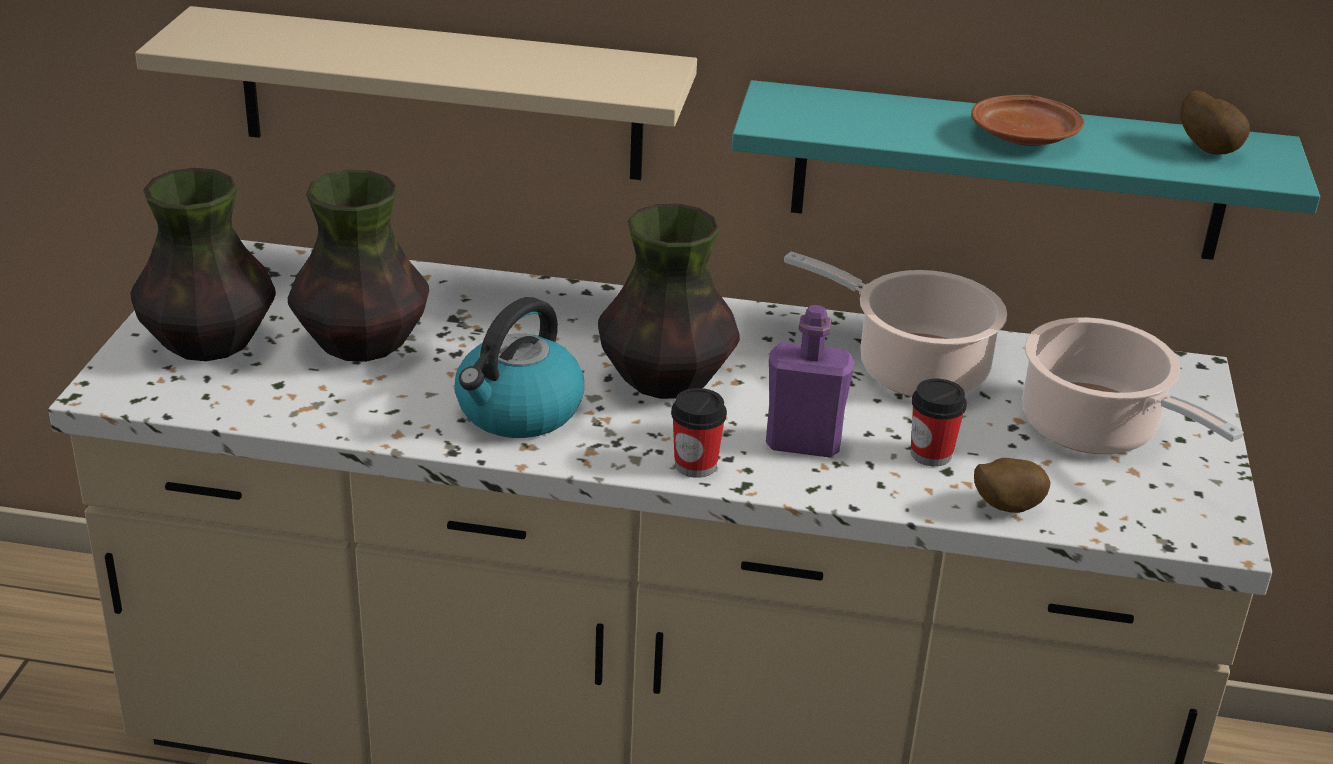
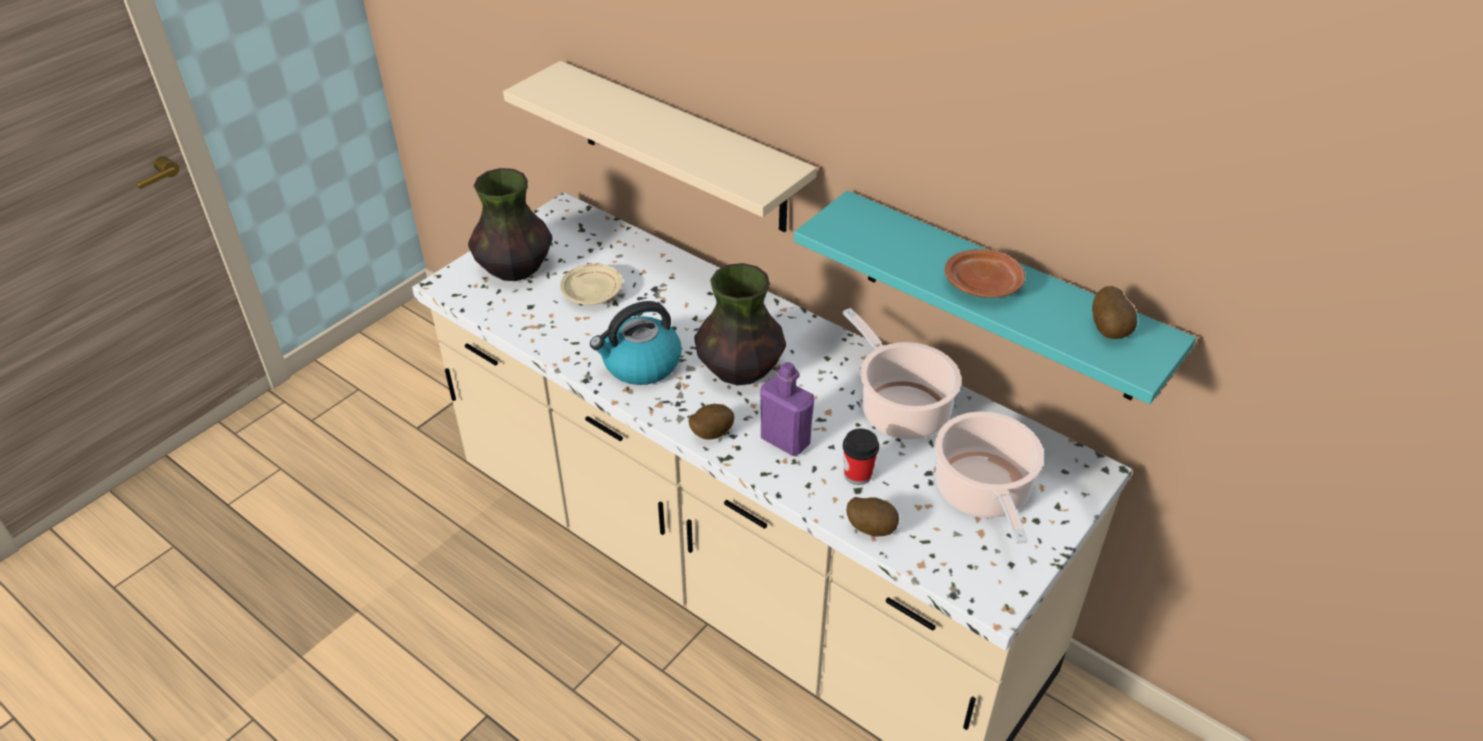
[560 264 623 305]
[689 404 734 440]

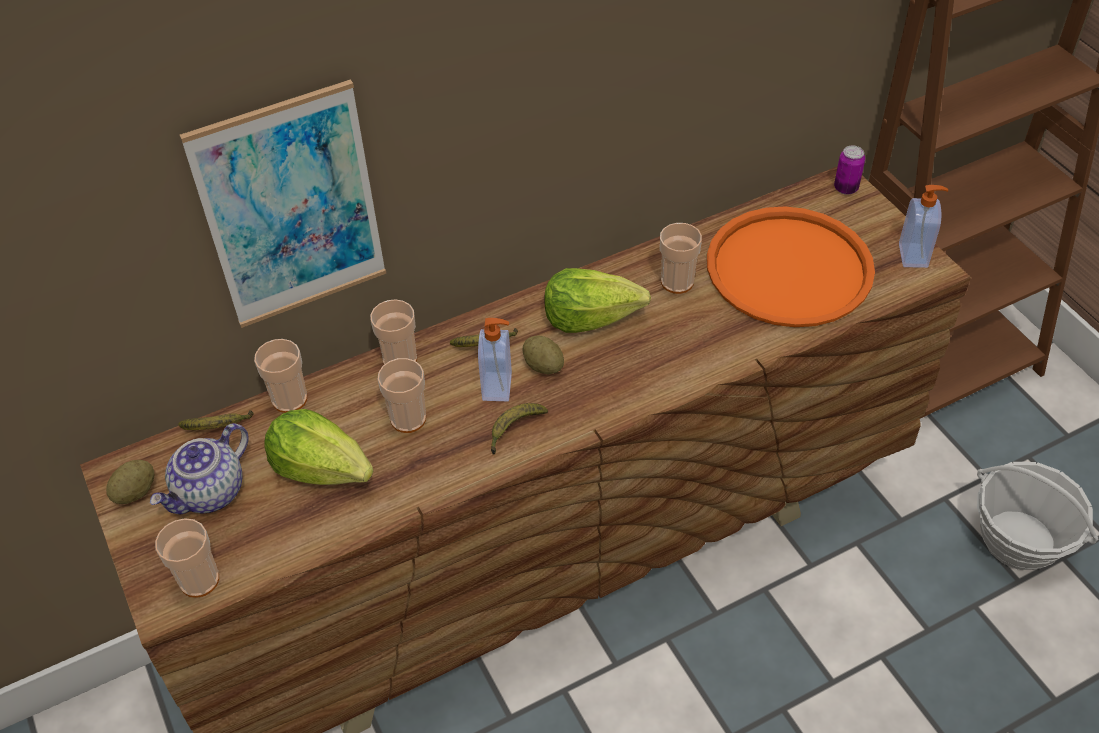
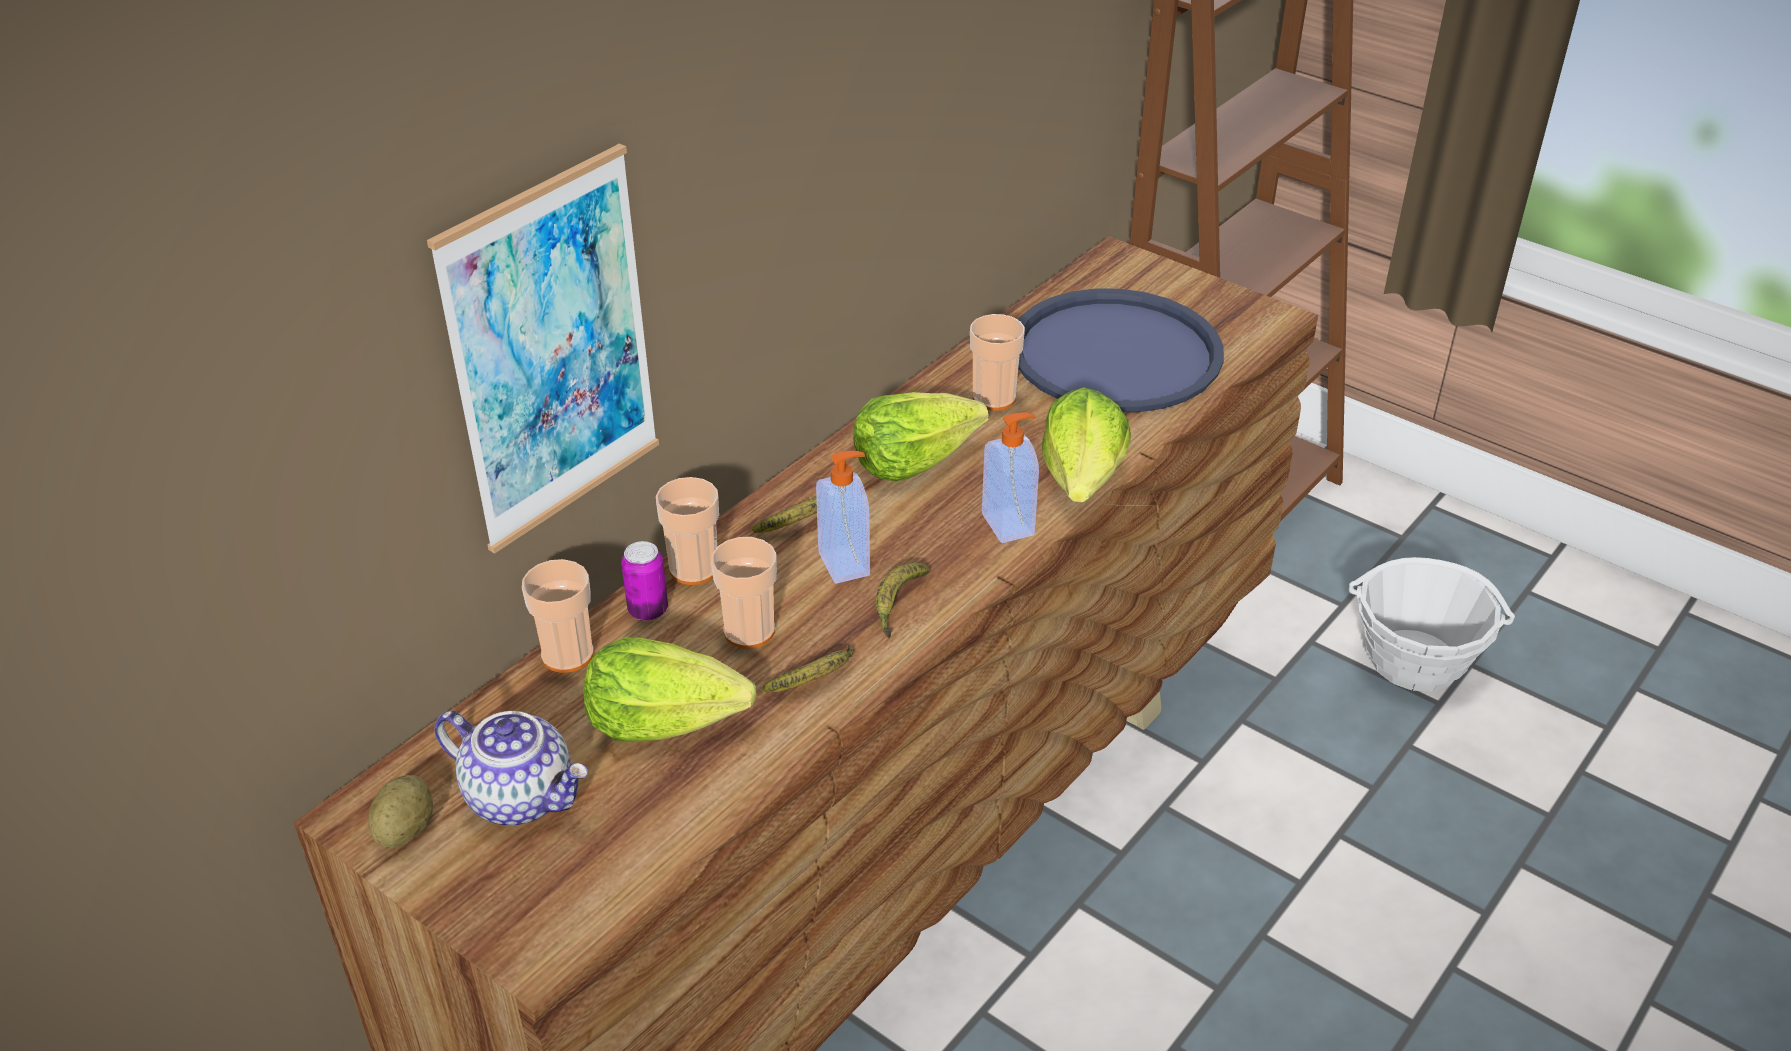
[155 518 219 598] (first image)
[522 336 564 375] (first image)
[1042 387 1131 502]
[763 645 854 692]
[621 541 668 621]
[982 412 1039 543]
[1018 288 1224 412]
[434 711 588 825]

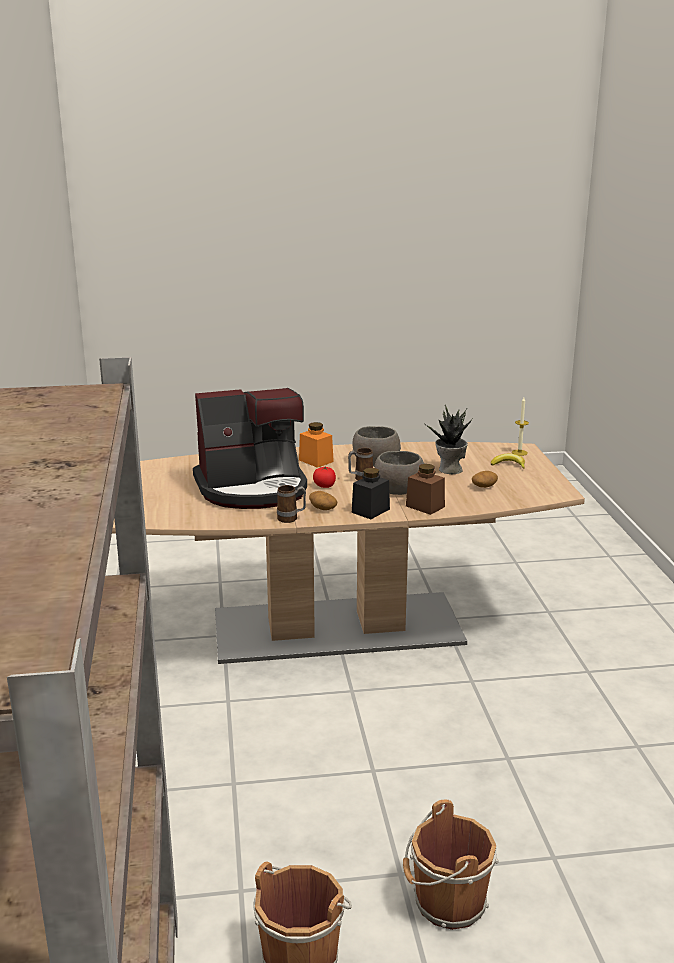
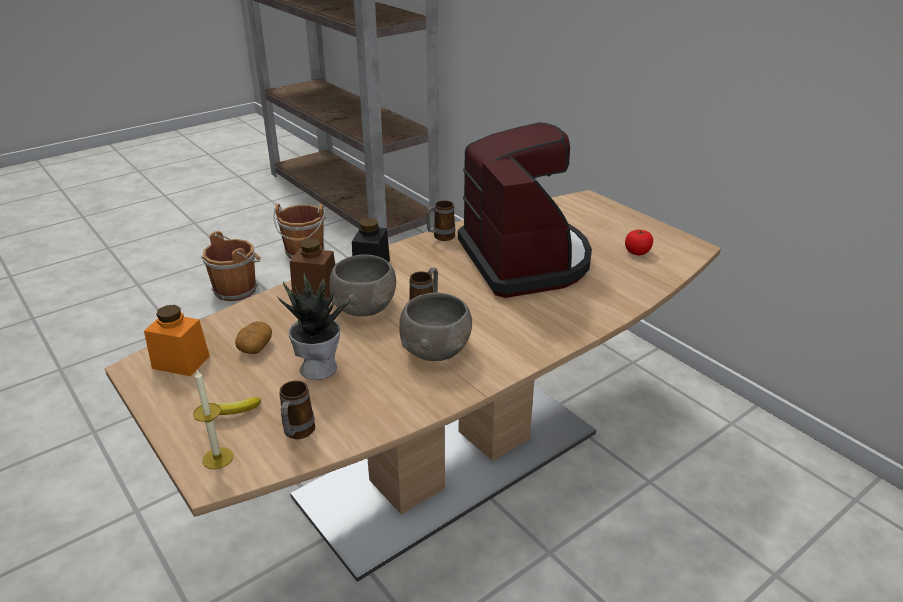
[309 491 337 510] (first image)
[279 381 315 439]
[144 305 210 376]
[625 229 653 255]
[458 122 592 298]

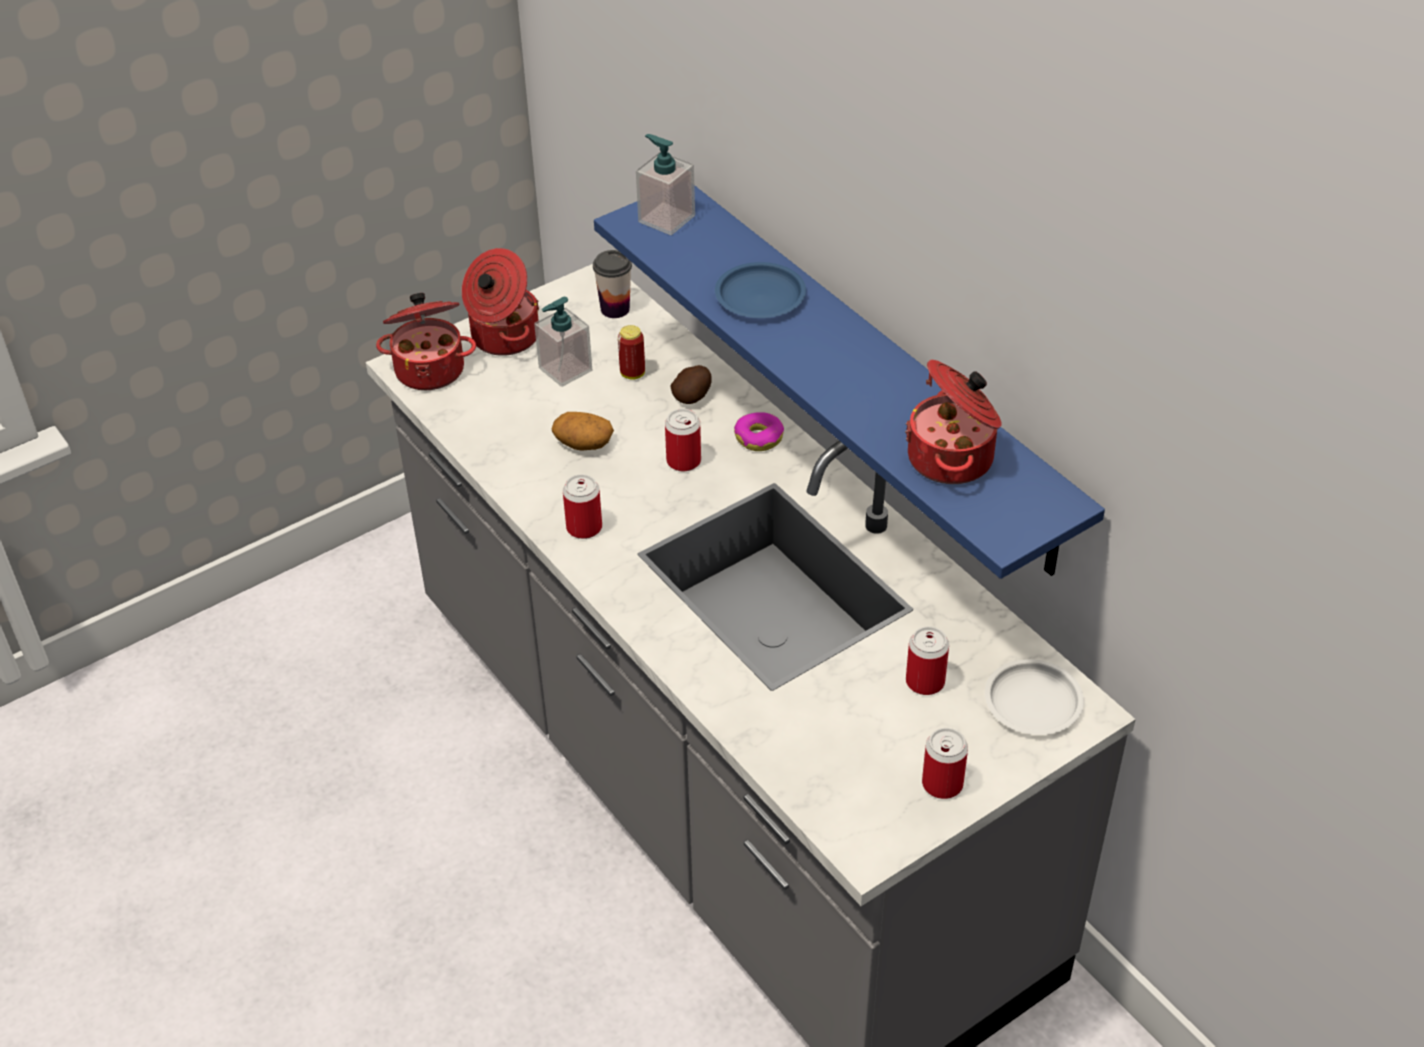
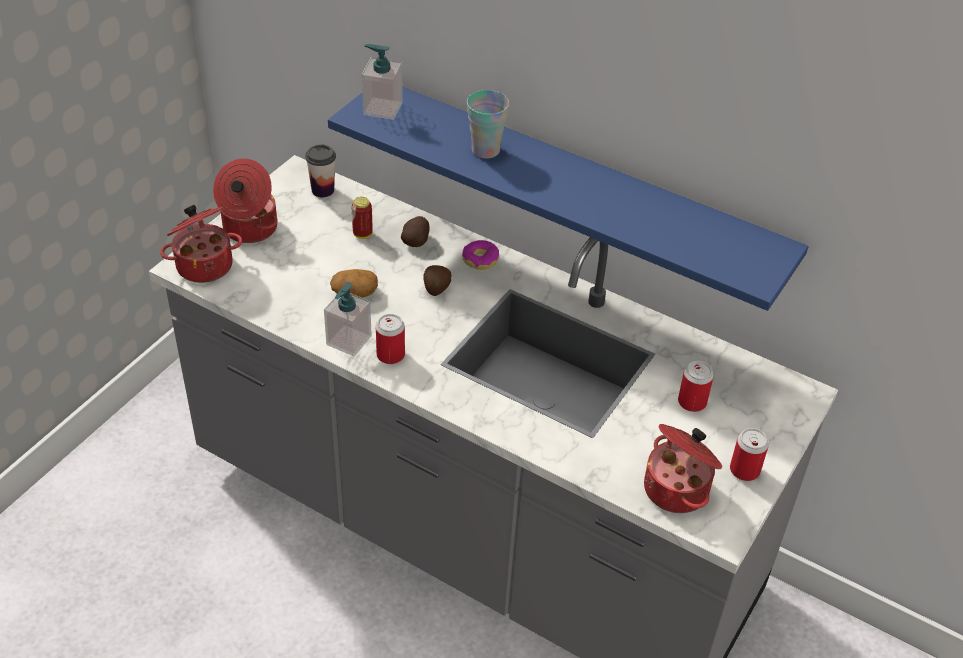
[985 659 1084 735] (first image)
[324 282 372 356]
[644 424 722 513]
[423 265 451 296]
[467 90 509 159]

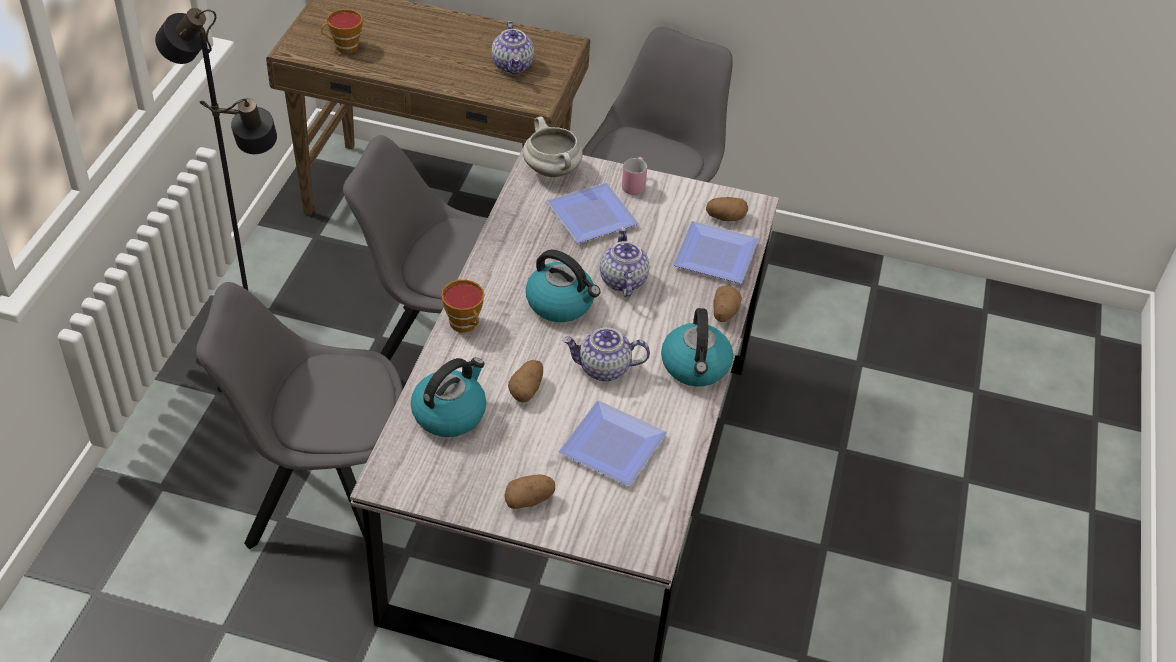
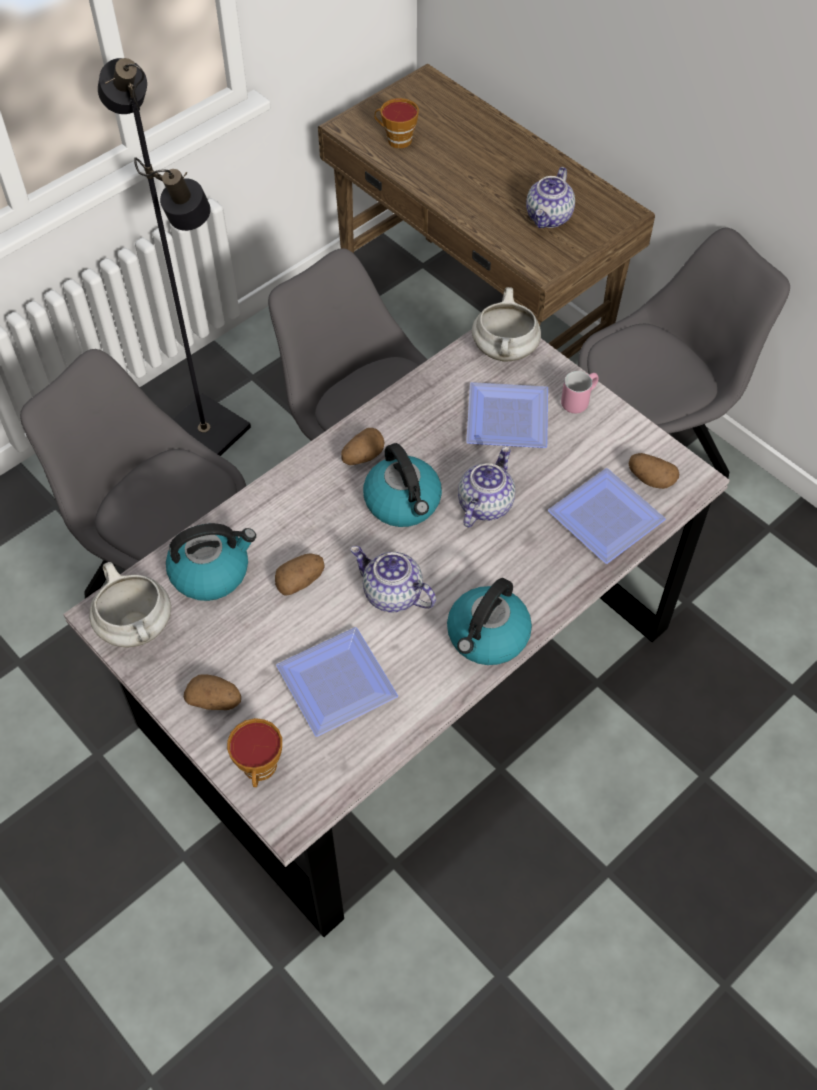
[89 562 171 647]
[227 718 282 787]
[341 428 384 465]

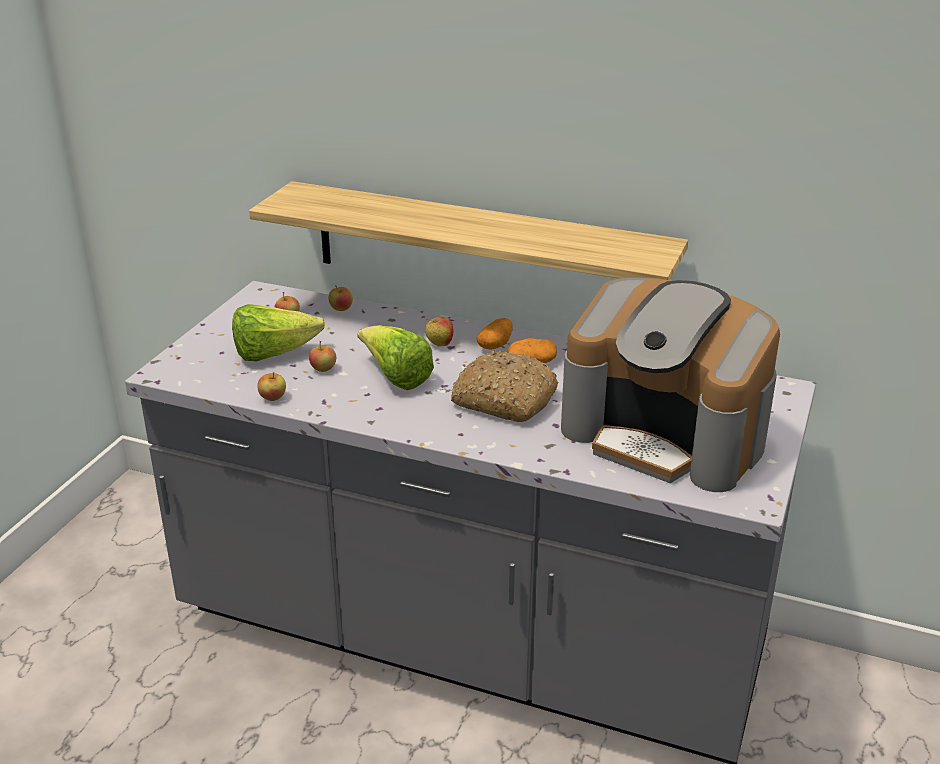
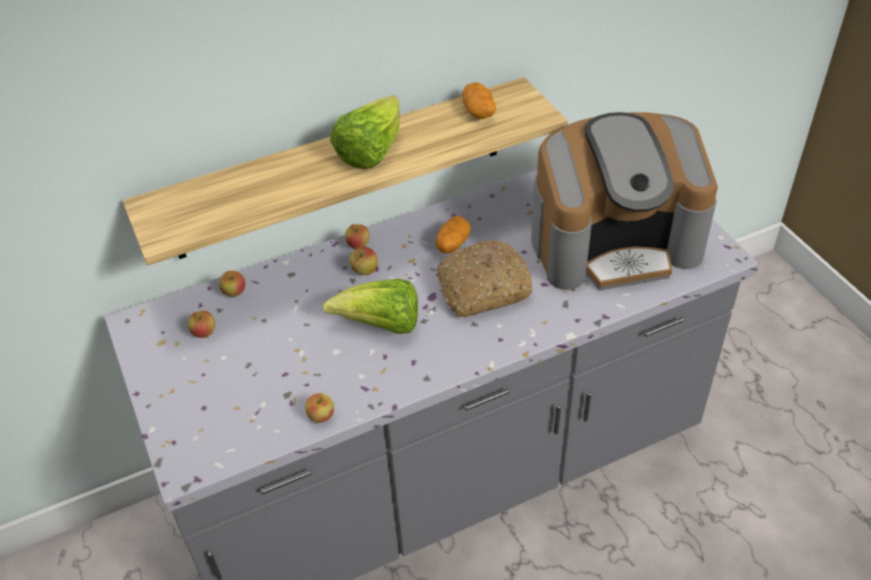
[330 95 400 169]
[345 224 370 249]
[462 83 496 119]

